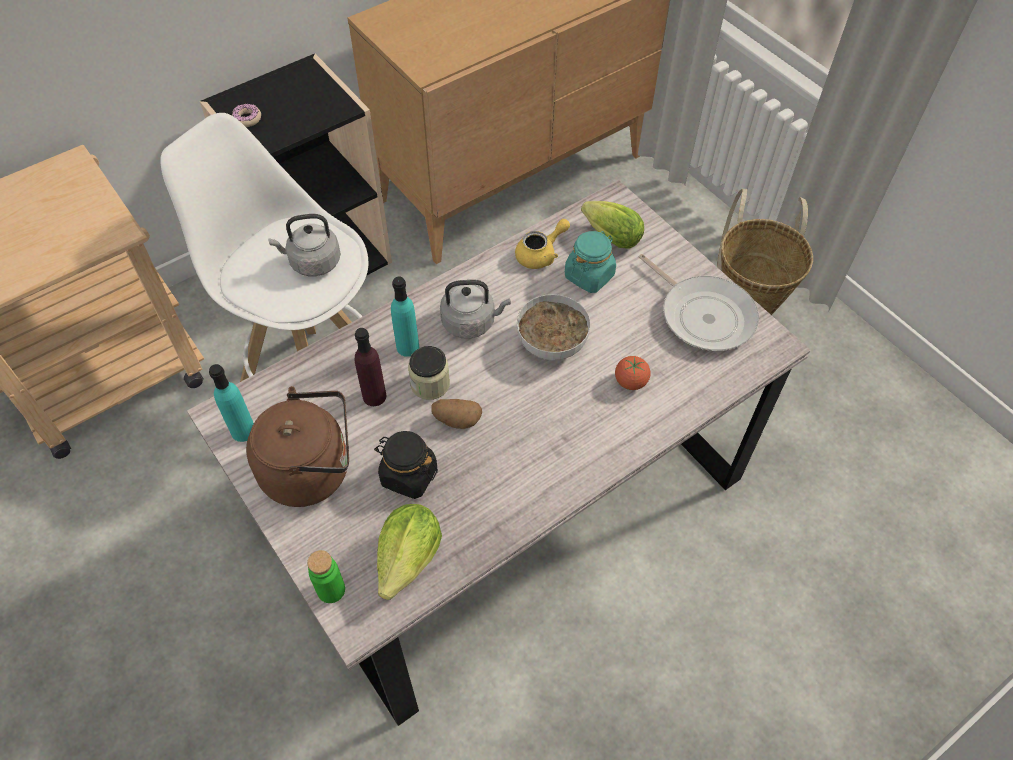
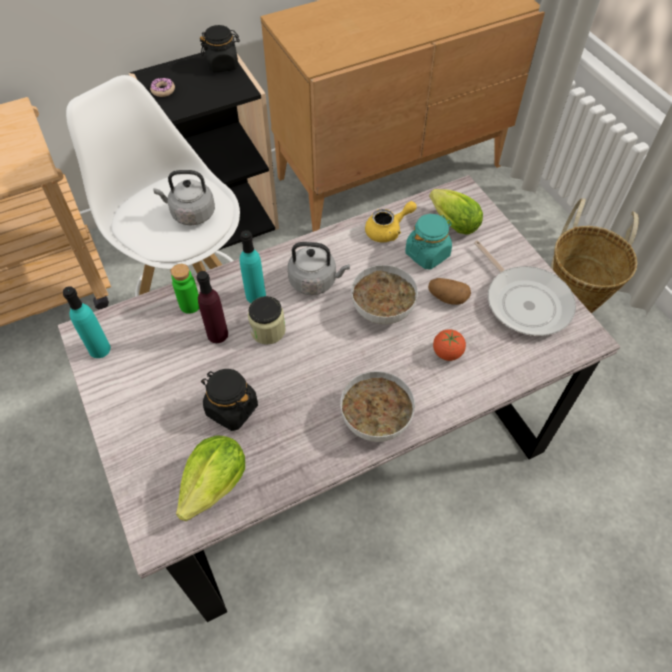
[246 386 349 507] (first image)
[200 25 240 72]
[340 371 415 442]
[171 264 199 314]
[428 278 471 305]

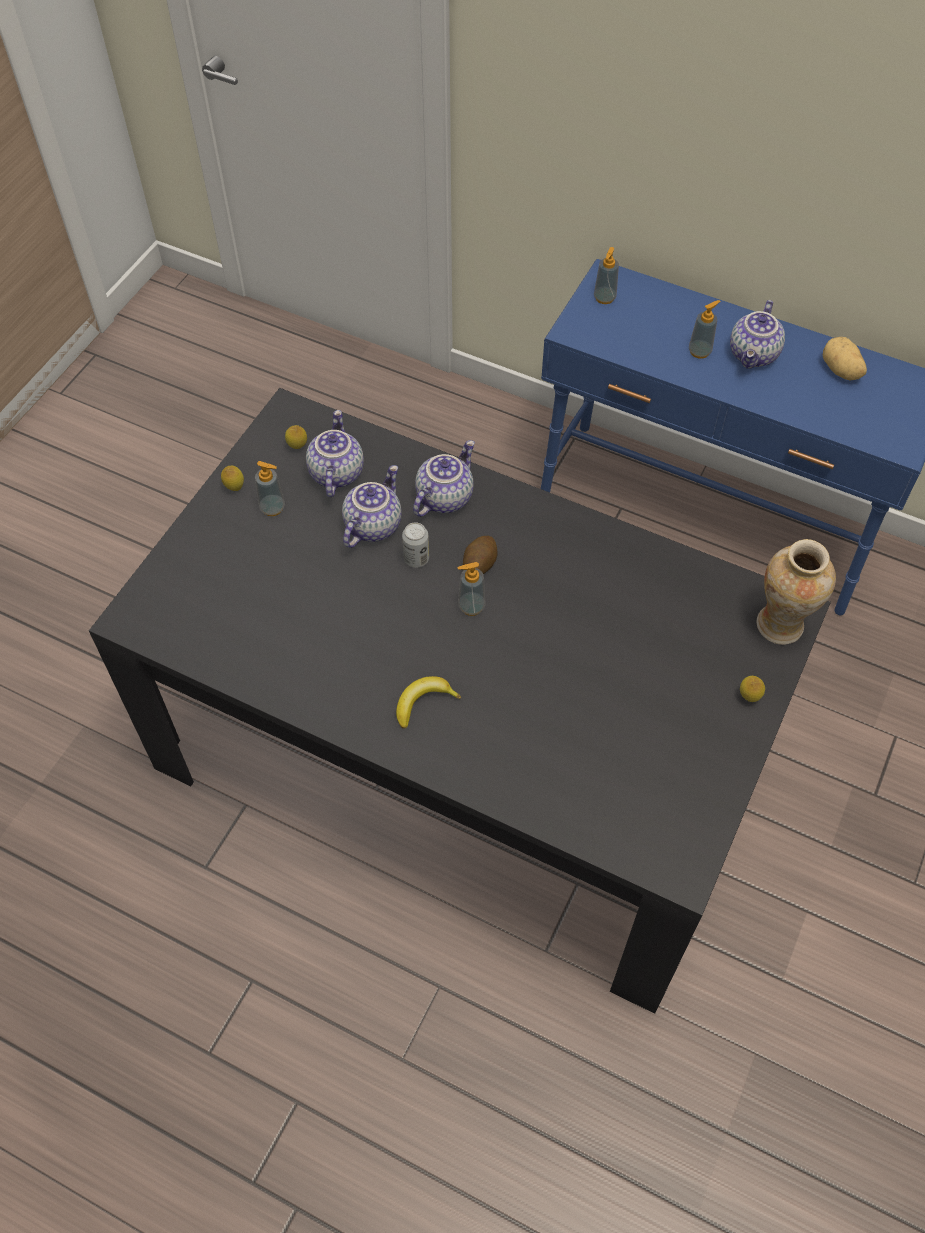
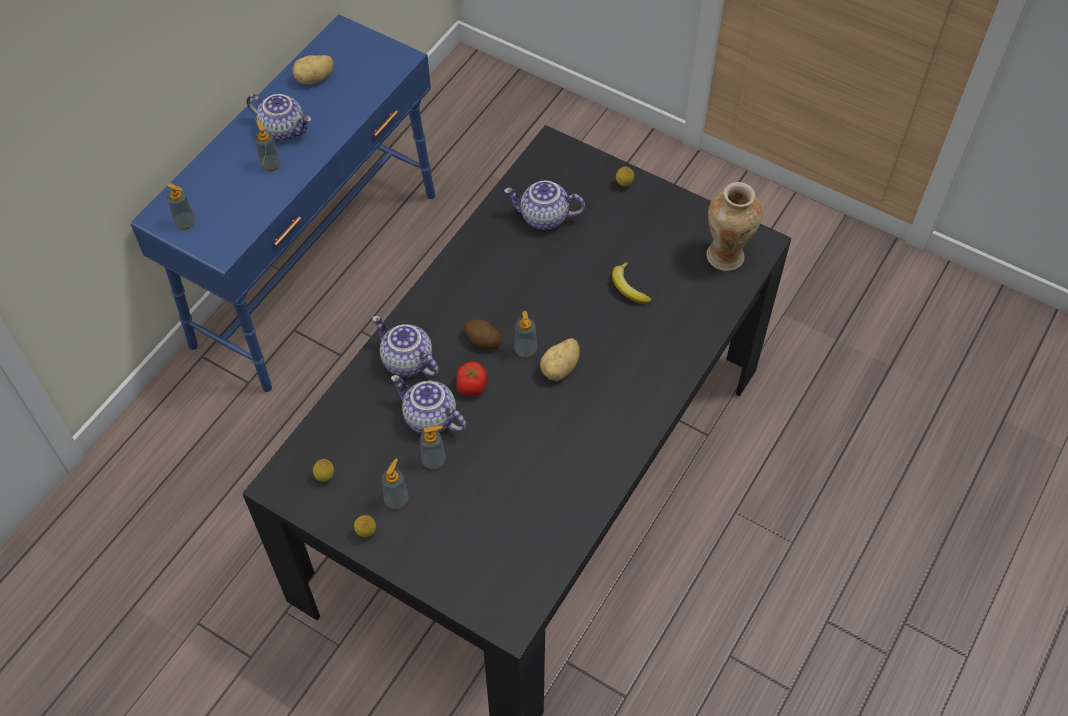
[420 426 446 469]
[540 338 580 381]
[504 181 585 230]
[612 262 651 304]
[706 182 762 271]
[456 362 487 396]

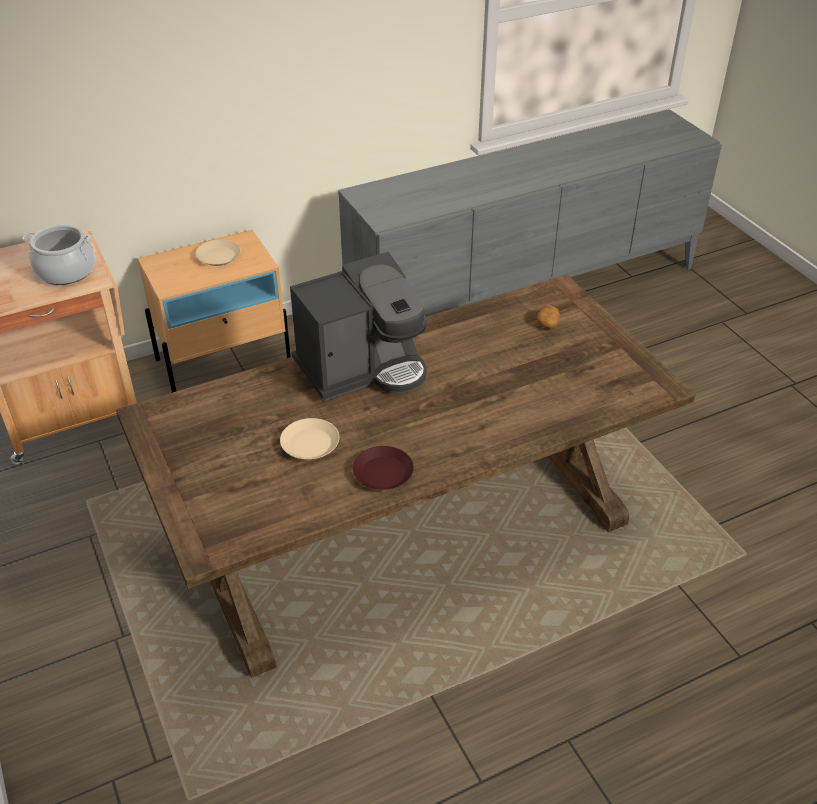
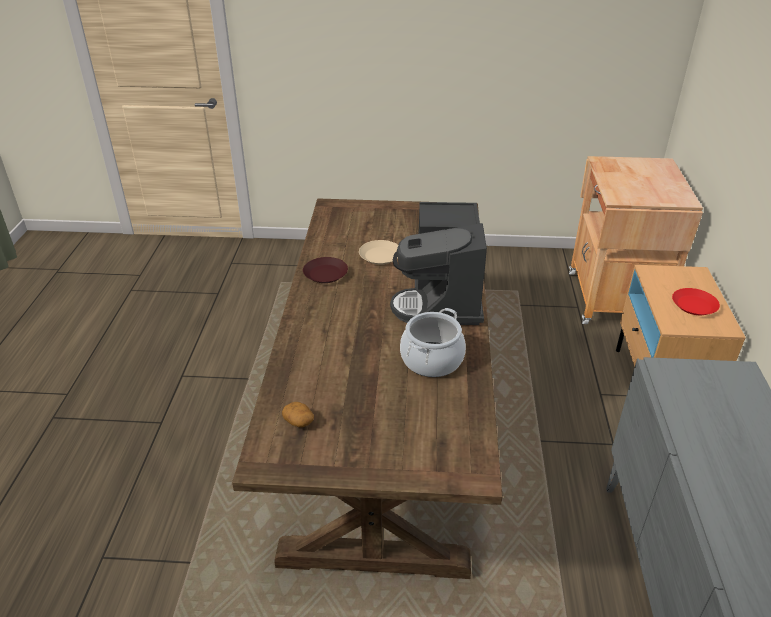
[400 308 466 377]
[282 402 314 427]
[672 288 720 315]

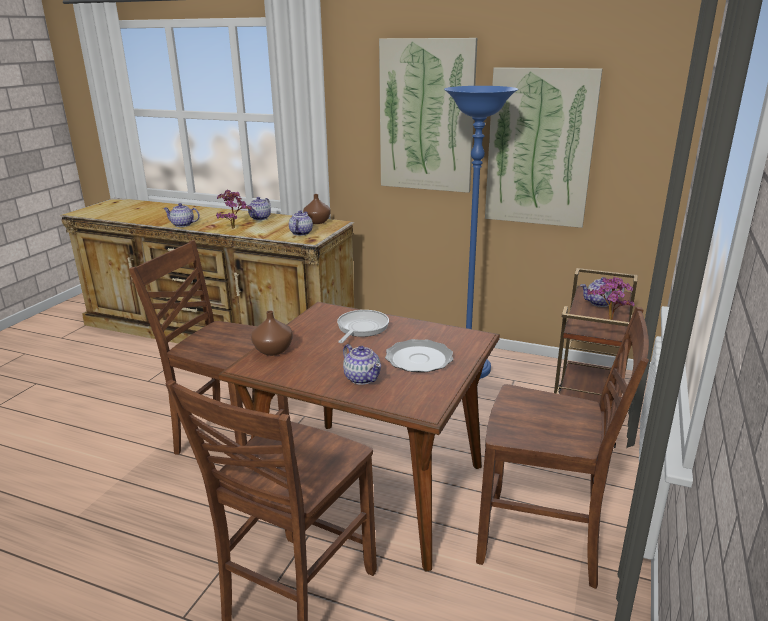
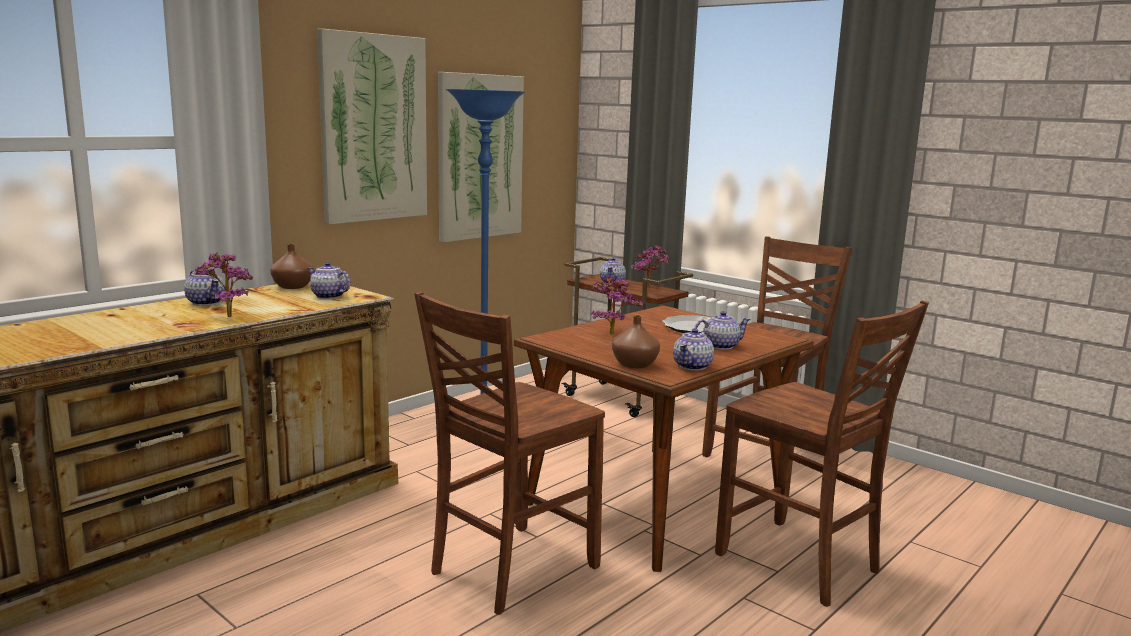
[673 328 714 371]
[591 276 643 335]

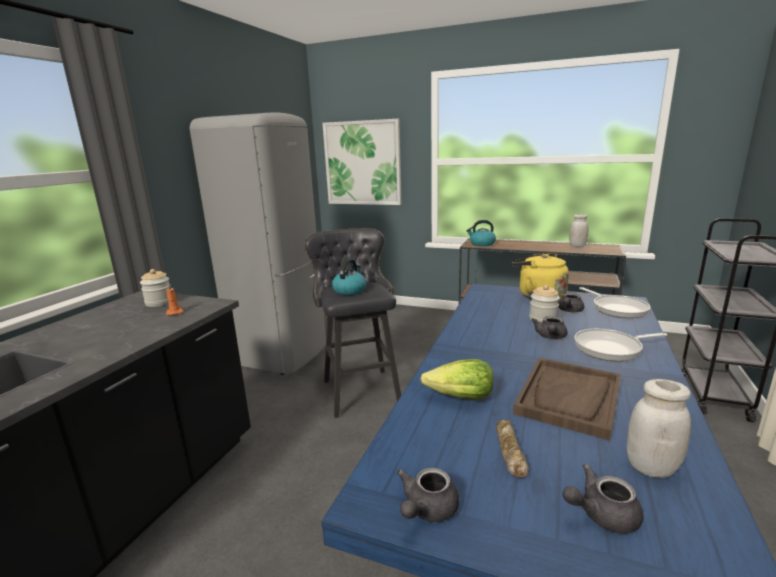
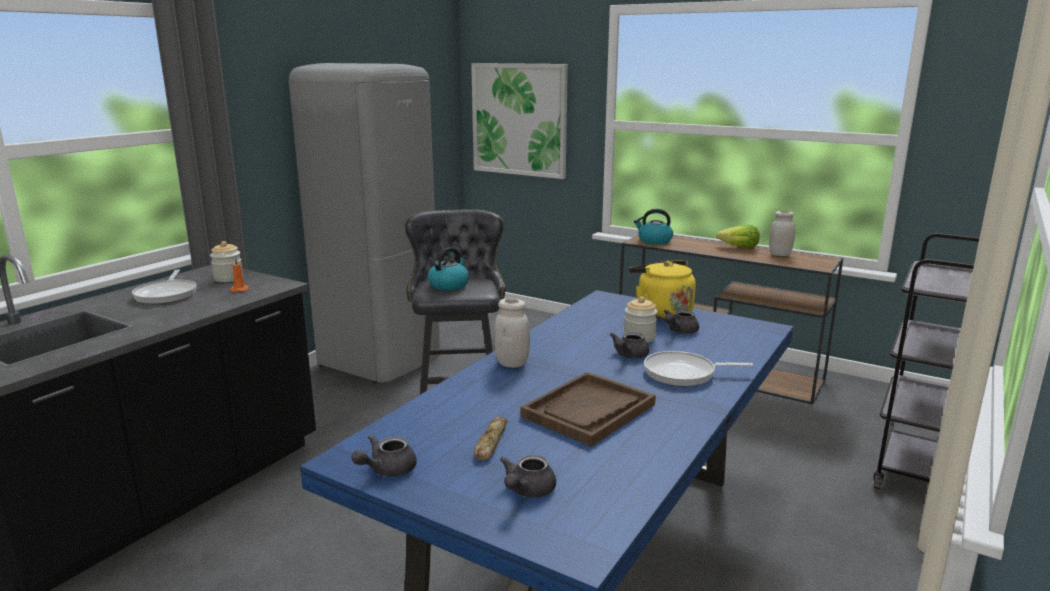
[716 225 760 248]
[132 269 197 304]
[494 298 530 368]
[500 455 556 498]

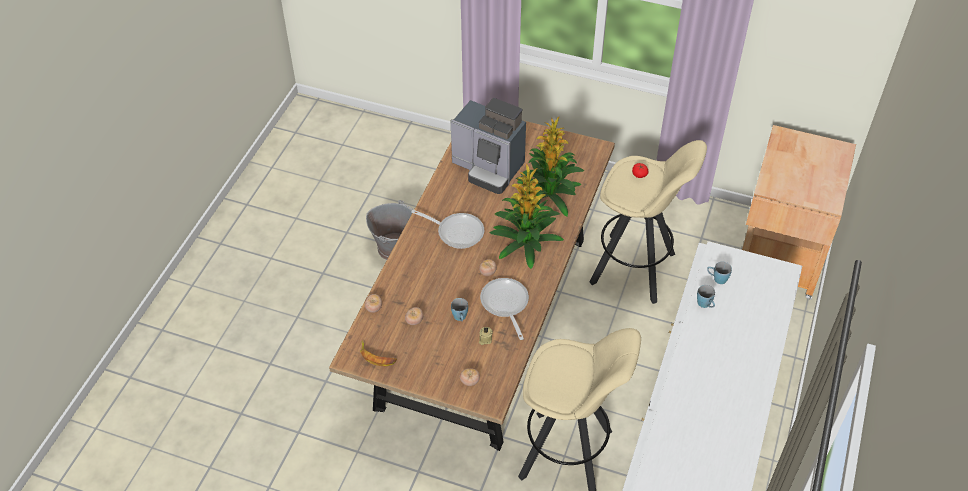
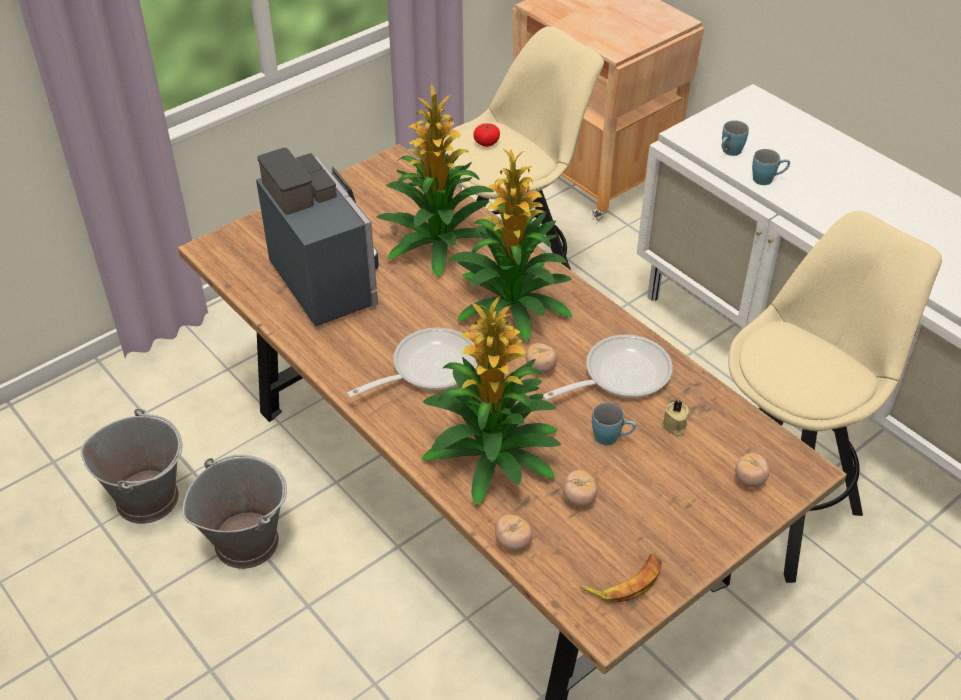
[81 408 182 524]
[421 296 561 506]
[256 148 379 327]
[543 334 673 400]

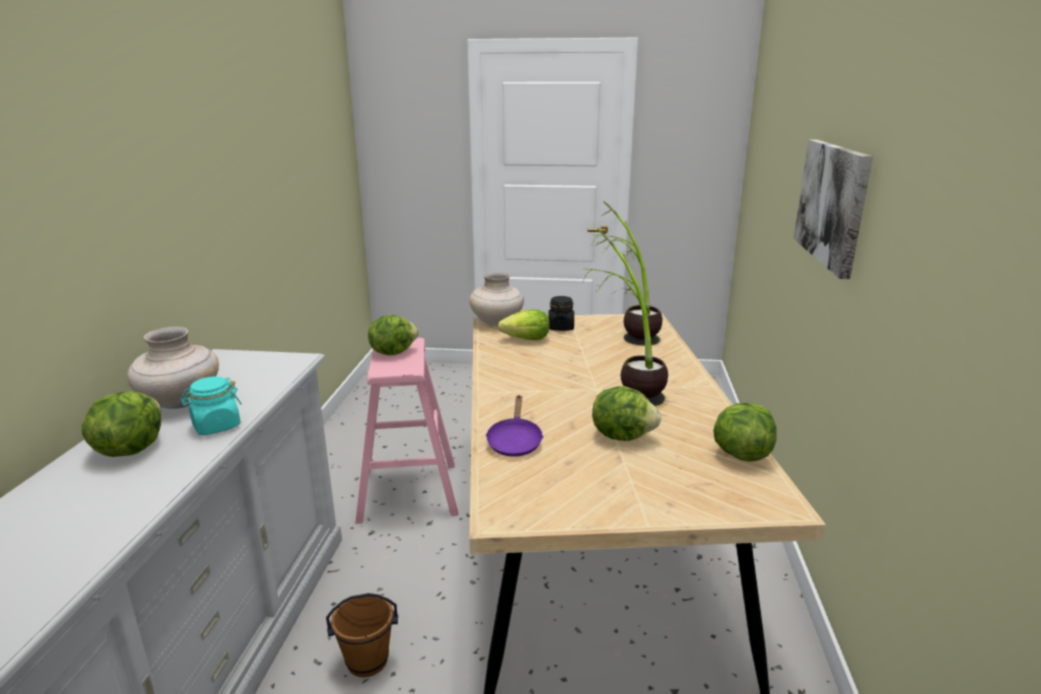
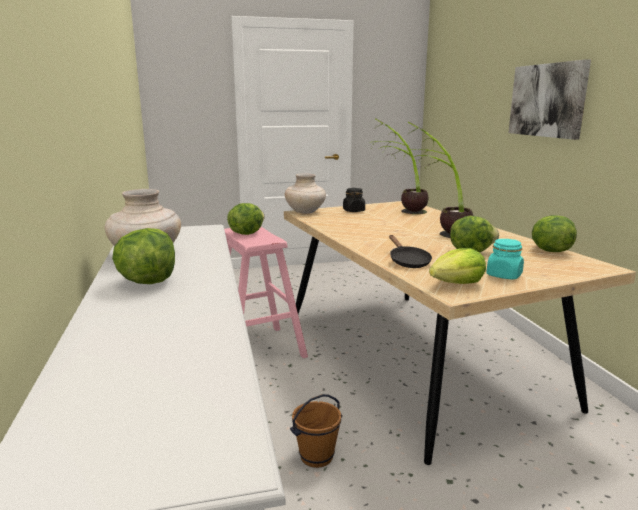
[486 239 524 279]
[429 248 486 284]
[389 235 432 268]

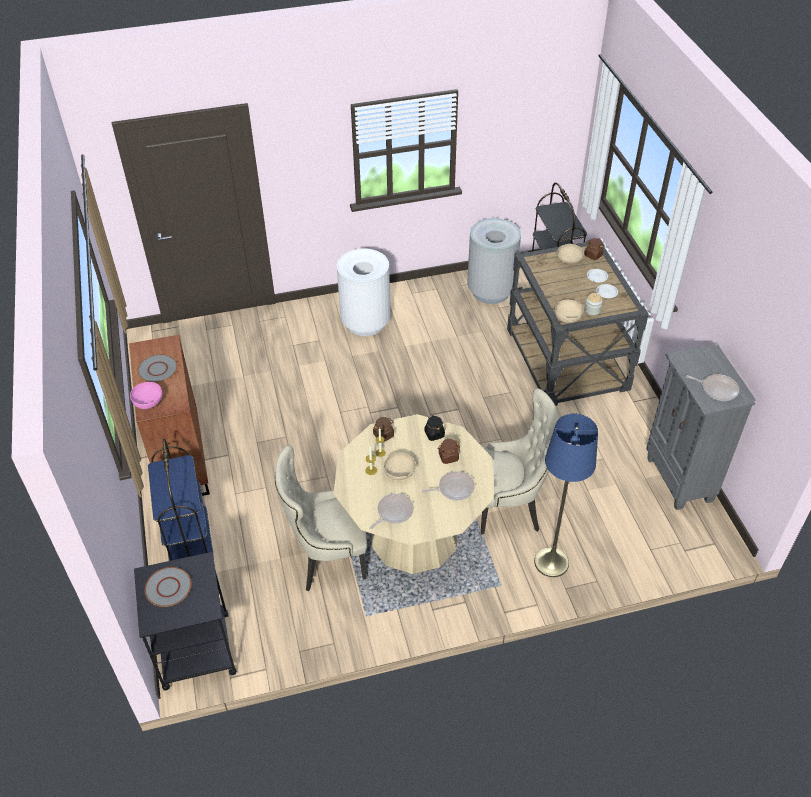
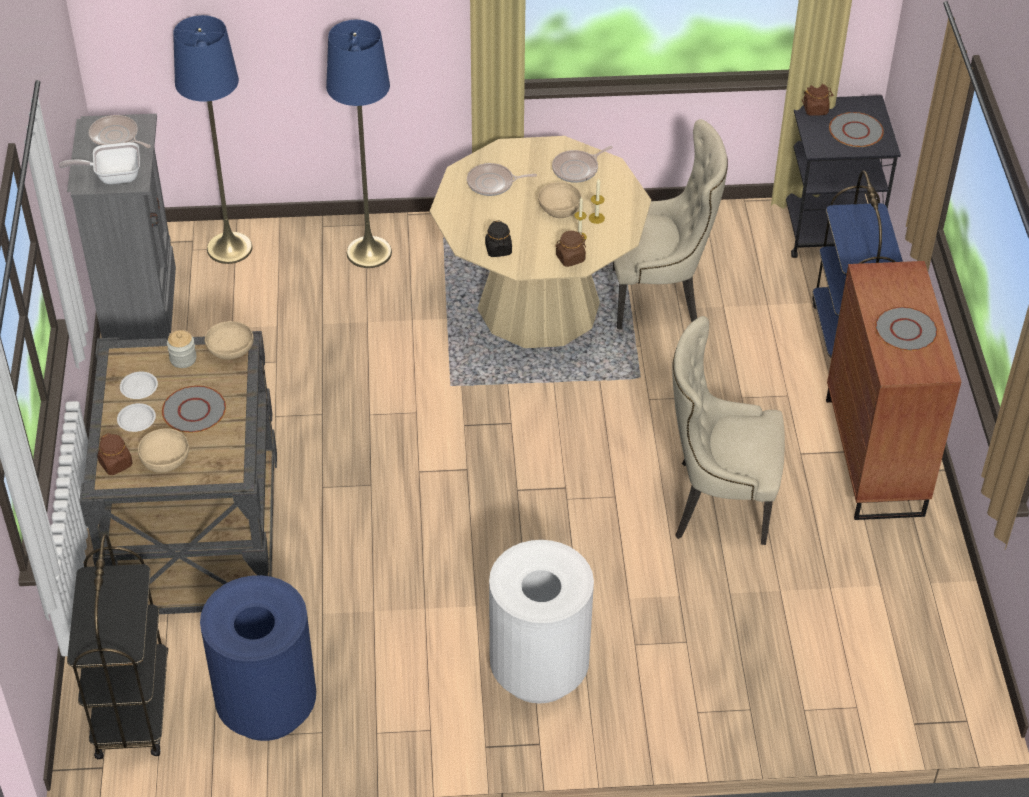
[130 382 163 409] (first image)
[59 142 140 184]
[162 386 226 433]
[173 15 253 264]
[802 84 833 116]
[672 316 785 545]
[200 575 316 741]

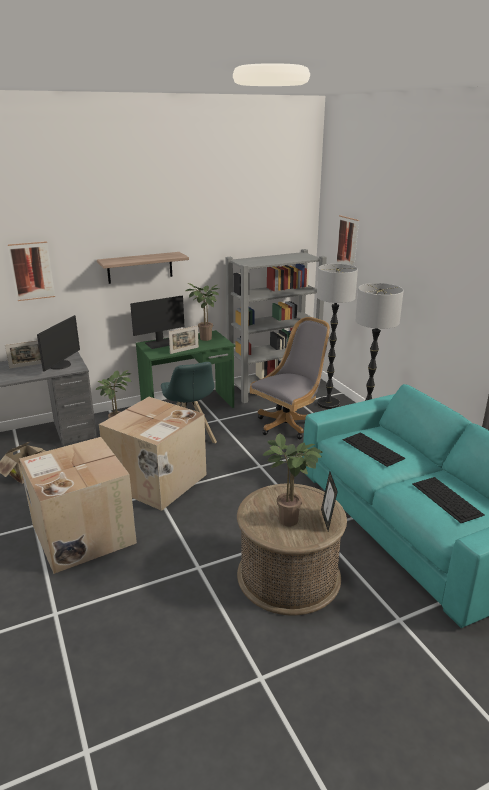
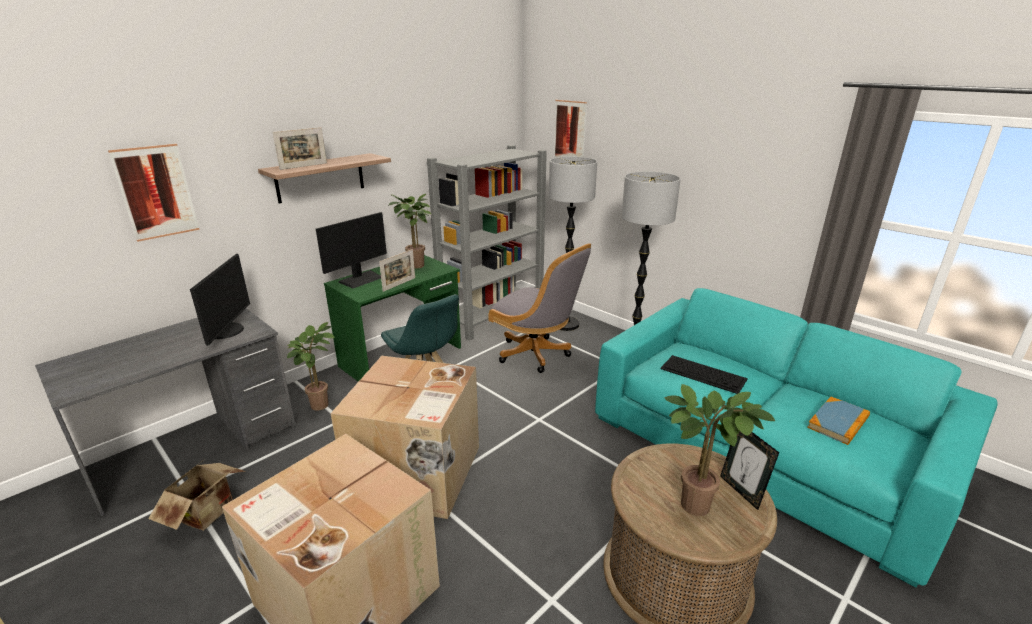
[273 127 327 170]
[807 397 870 445]
[488 243 591 373]

